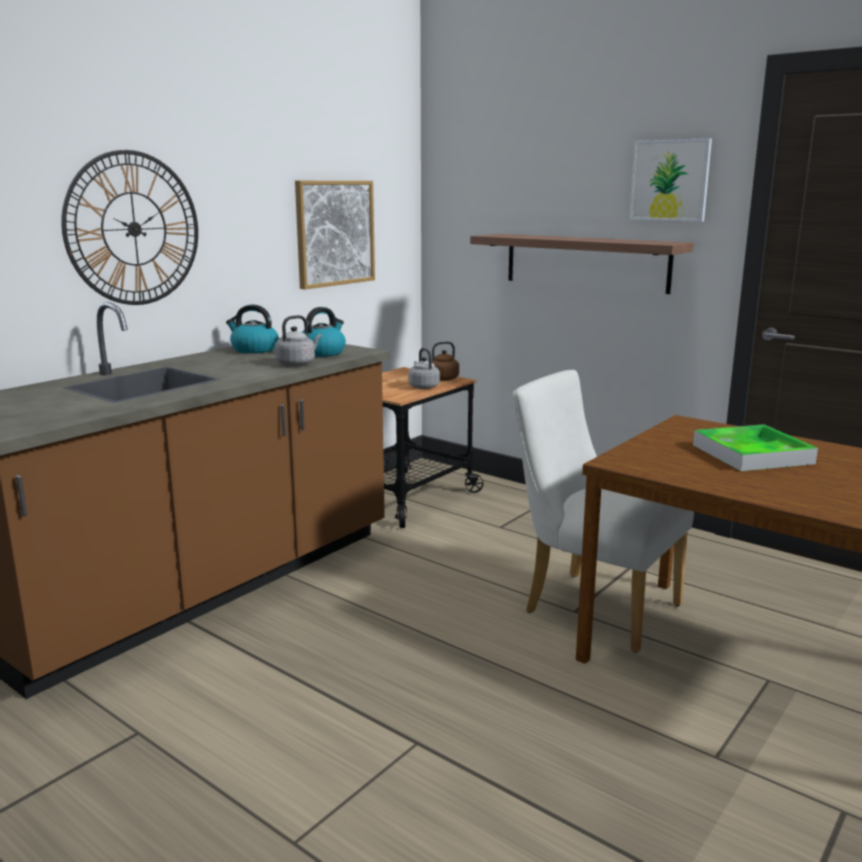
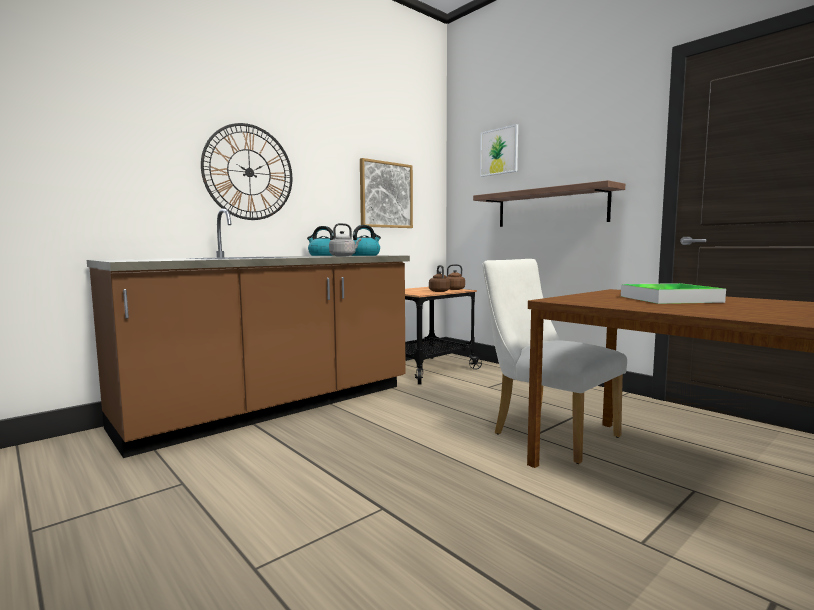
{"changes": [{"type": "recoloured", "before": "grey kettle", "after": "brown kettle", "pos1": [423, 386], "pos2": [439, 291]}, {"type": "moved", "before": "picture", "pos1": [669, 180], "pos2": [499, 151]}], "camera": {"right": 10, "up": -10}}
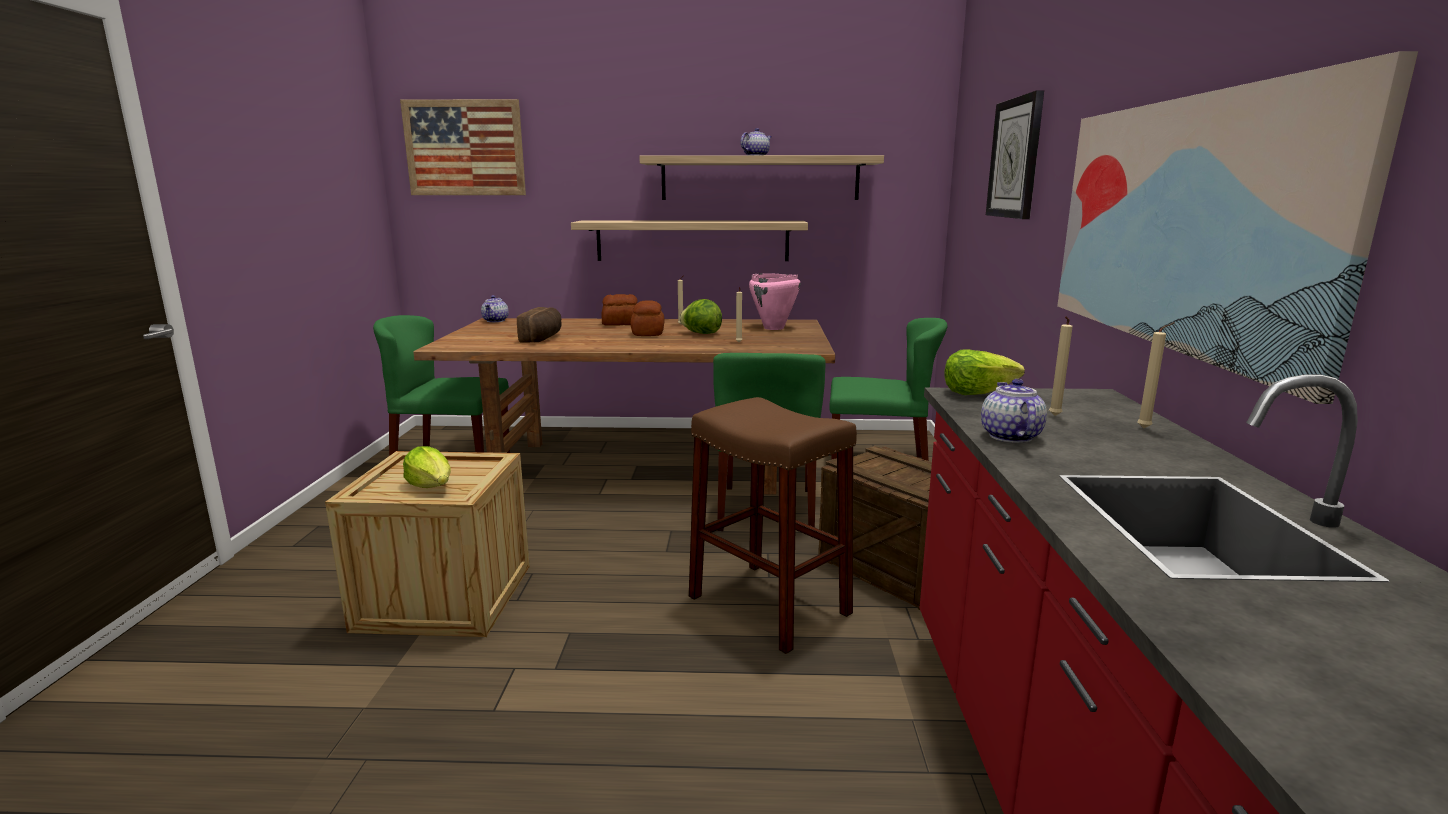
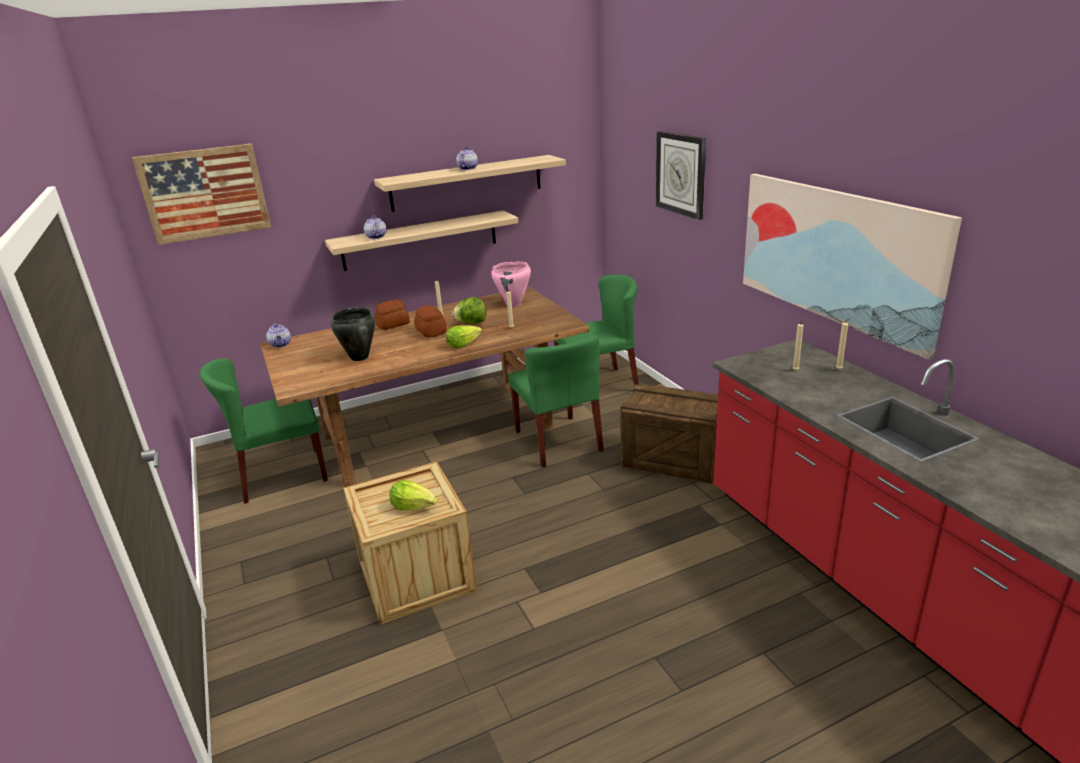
{"changes": [{"type": "replaced", "before": "bread", "after": "black cooking pot", "pos1": [543, 338], "pos2": [359, 357]}, {"type": "moved", "before": "teapot", "pos1": [1009, 436], "pos2": [376, 237]}, {"type": "moved", "before": "lettuce", "pos1": [977, 392], "pos2": [463, 344]}, {"type": "removed", "before": "brown stool", "pos1": [769, 605]}], "camera": {"right": -25, "up": 10}}
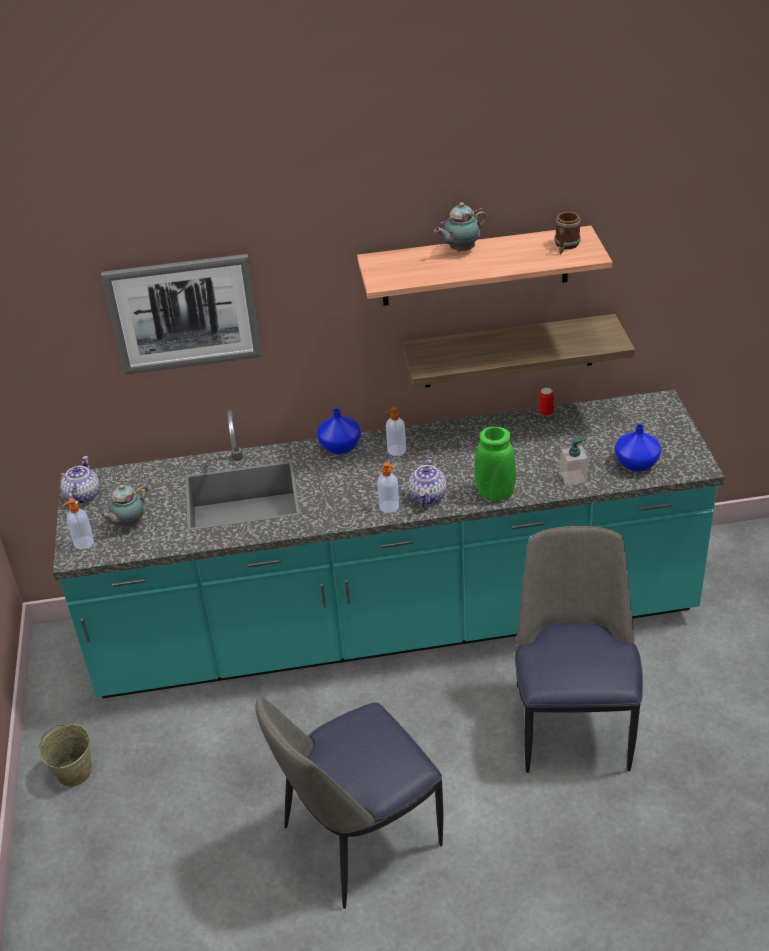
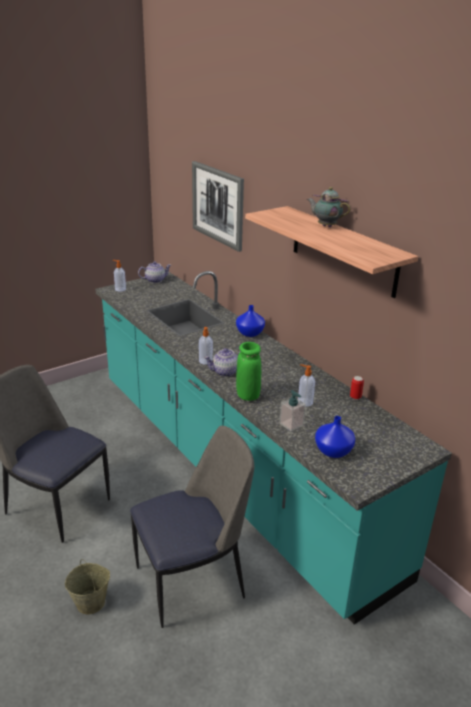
{"changes": [{"type": "moved", "before": "beige bucket", "pos1": [74, 771], "pos2": [91, 602]}, {"type": "moved", "before": "soap dispenser", "pos1": [396, 450], "pos2": [304, 402]}, {"type": "removed", "before": "teapot", "pos1": [129, 524]}, {"type": "removed", "before": "shelf", "pos1": [509, 351]}, {"type": "removed", "before": "mug", "pos1": [565, 246]}], "camera": {"right": 60, "up": -10}}
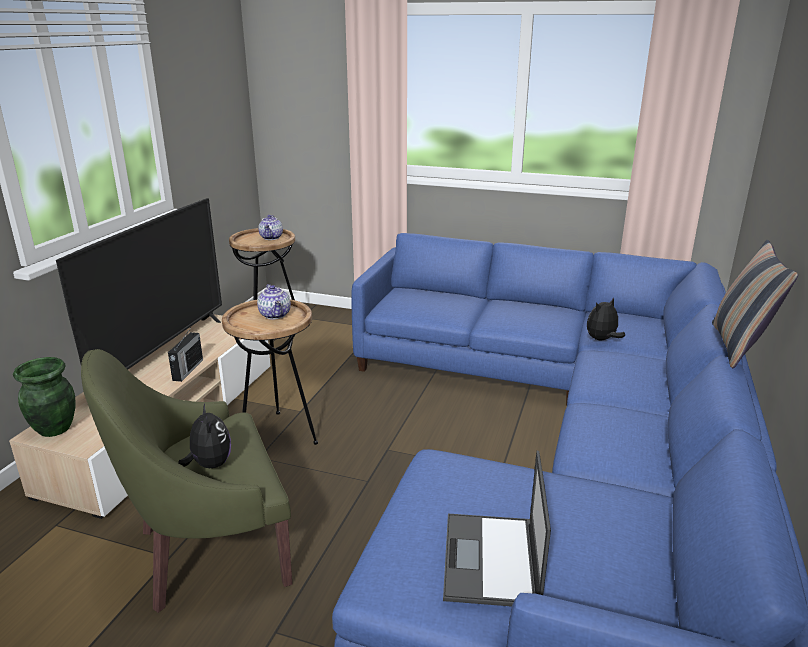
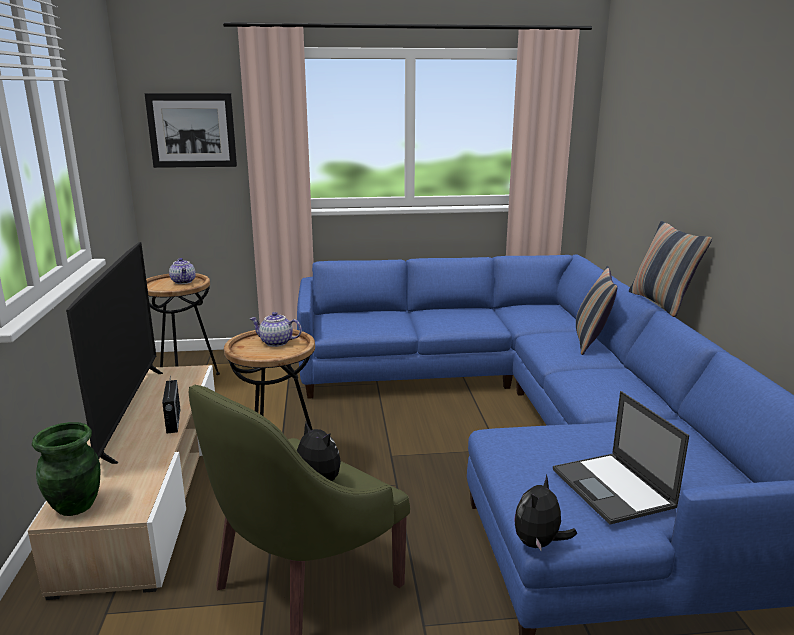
{"changes": [{"type": "added", "after": "picture", "pos2": [192, 130]}, {"type": "turned", "before": "teapot", "pos1": [276, 315], "pos2": [276, 343], "turn": 150}, {"type": "moved", "before": "plush toy", "pos1": [602, 340], "pos2": [539, 544]}, {"type": "added", "after": "pillow", "pos2": [590, 341]}], "camera": {"right": -25, "up": -5}}
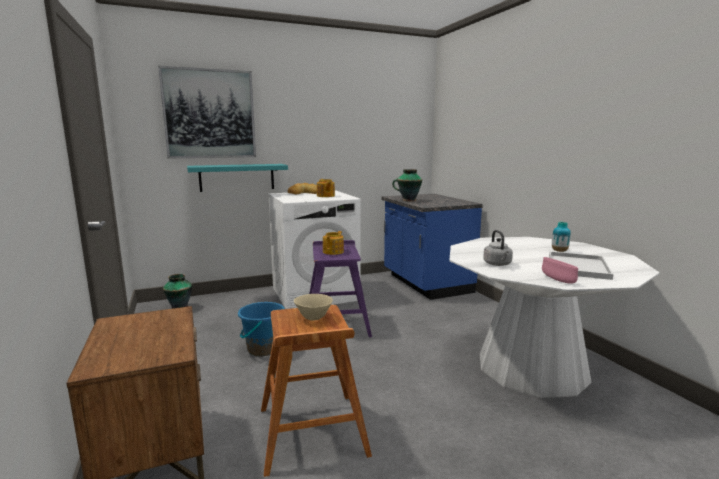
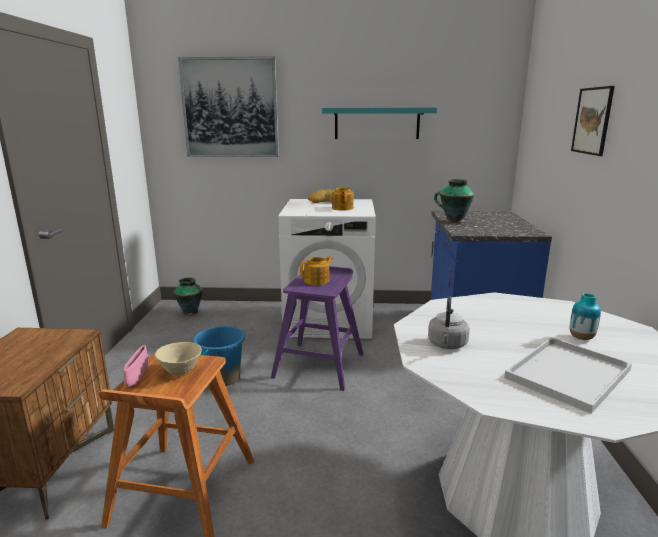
{"changes": [{"type": "moved", "before": "pink bowl", "pos1": [558, 280], "pos2": [138, 377]}, {"type": "moved", "before": "turquoise shelf", "pos1": [237, 177], "pos2": [377, 123]}, {"type": "added", "after": "picture", "pos2": [592, 121]}], "camera": {"right": 25, "up": 5}}
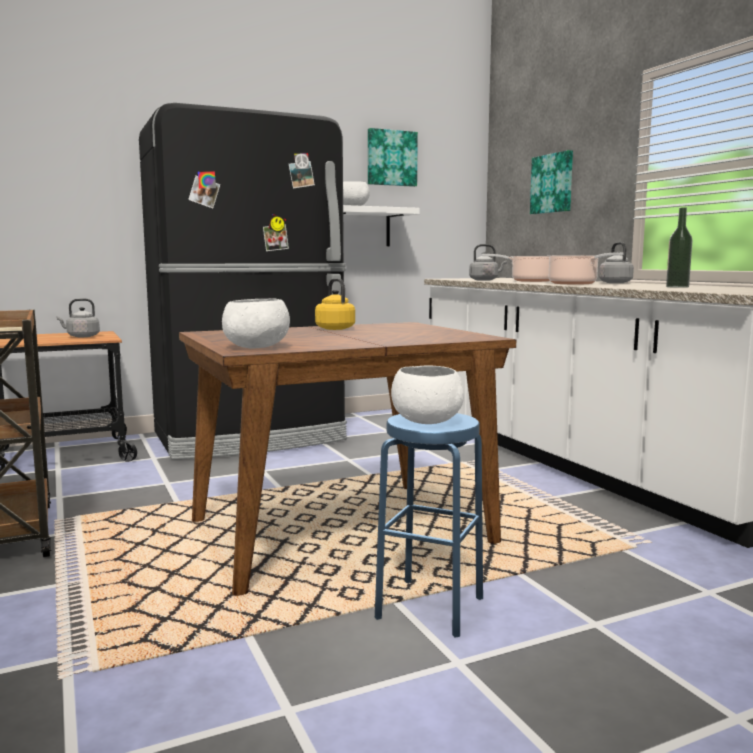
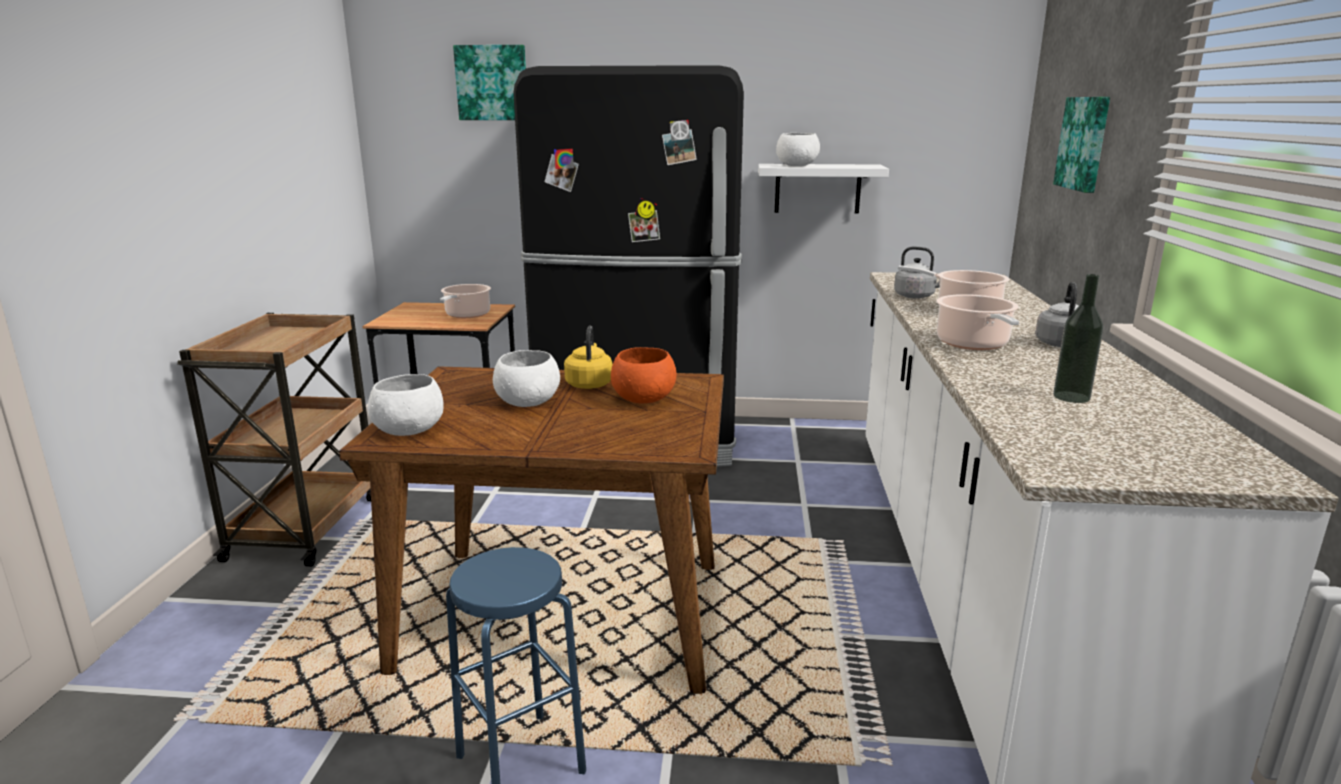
{"changes": [{"type": "replaced", "before": "grey kettle", "after": "cooking pot", "pos1": [81, 336], "pos2": [466, 315]}, {"type": "moved", "before": "picture", "pos1": [391, 158], "pos2": [492, 83]}, {"type": "moved", "before": "white bowl", "pos1": [426, 421], "pos2": [527, 403]}, {"type": "added", "after": "orange bowl", "pos2": [642, 399]}], "camera": {"right": 30, "up": 10}}
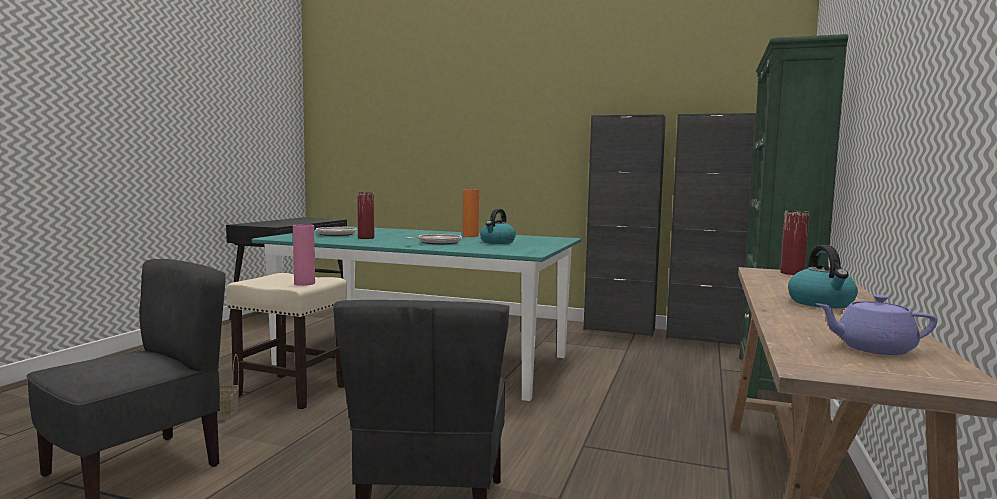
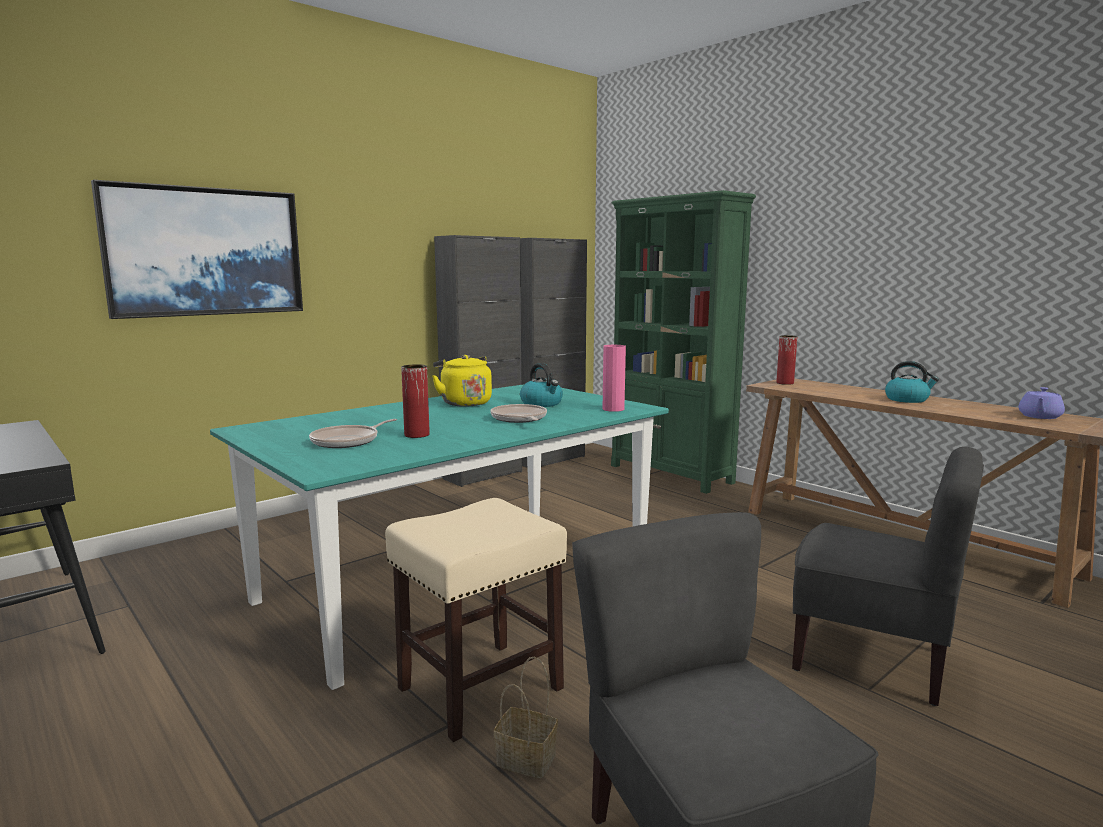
{"changes": [{"type": "added", "after": "picture", "pos2": [205, 252]}, {"type": "replaced", "before": "orange vase", "after": "yellow kettle", "pos1": [470, 236], "pos2": [464, 403]}, {"type": "moved", "before": "pink vase", "pos1": [304, 283], "pos2": [613, 409]}], "camera": {"right": -60, "up": 5}}
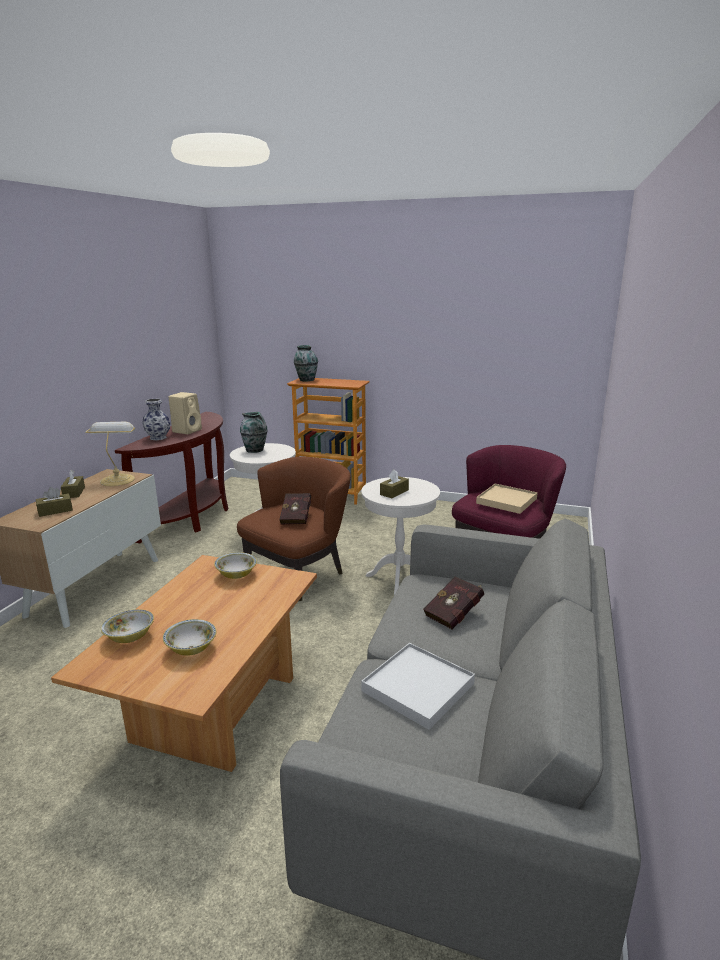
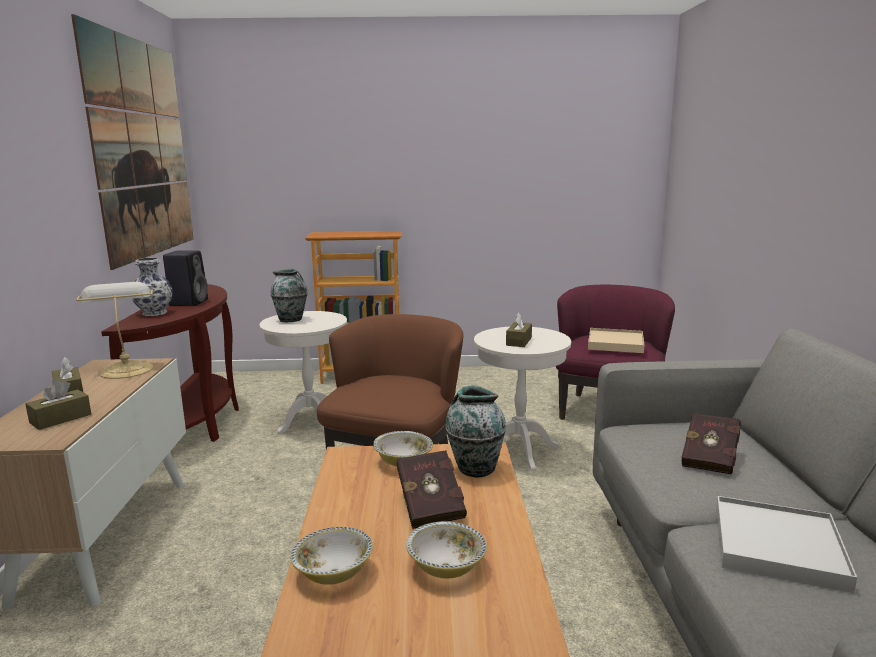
{"changes": [{"type": "added", "after": "picture", "pos2": [142, 149]}, {"type": "recoloured", "before": "beige speaker", "after": "black speaker", "pos1": [187, 430], "pos2": [189, 302]}, {"type": "moved", "before": "red book", "pos1": [297, 517], "pos2": [430, 505]}, {"type": "moved", "before": "vase", "pos1": [306, 380], "pos2": [475, 468]}], "camera": {"right": -20, "up": -5}}
